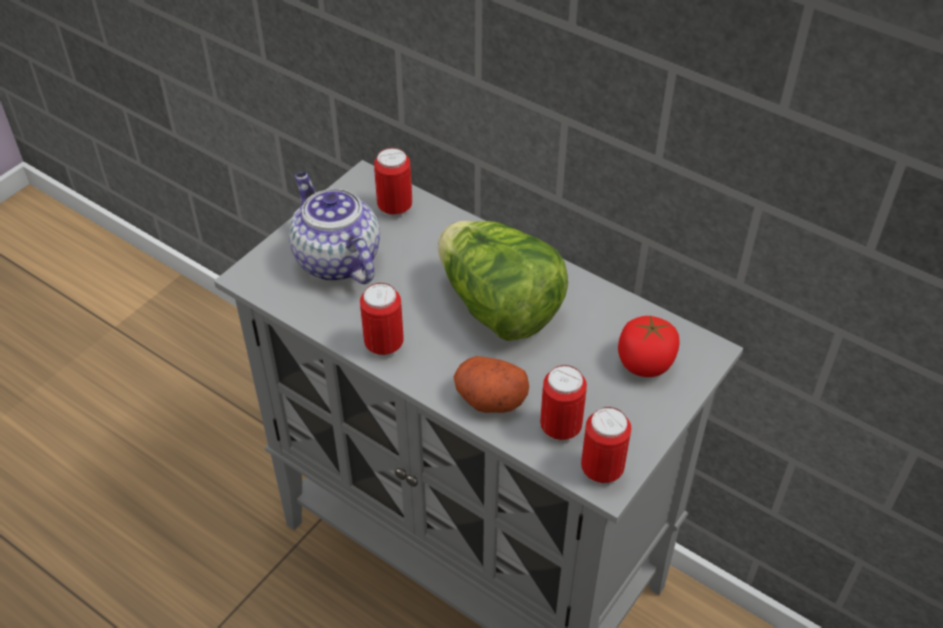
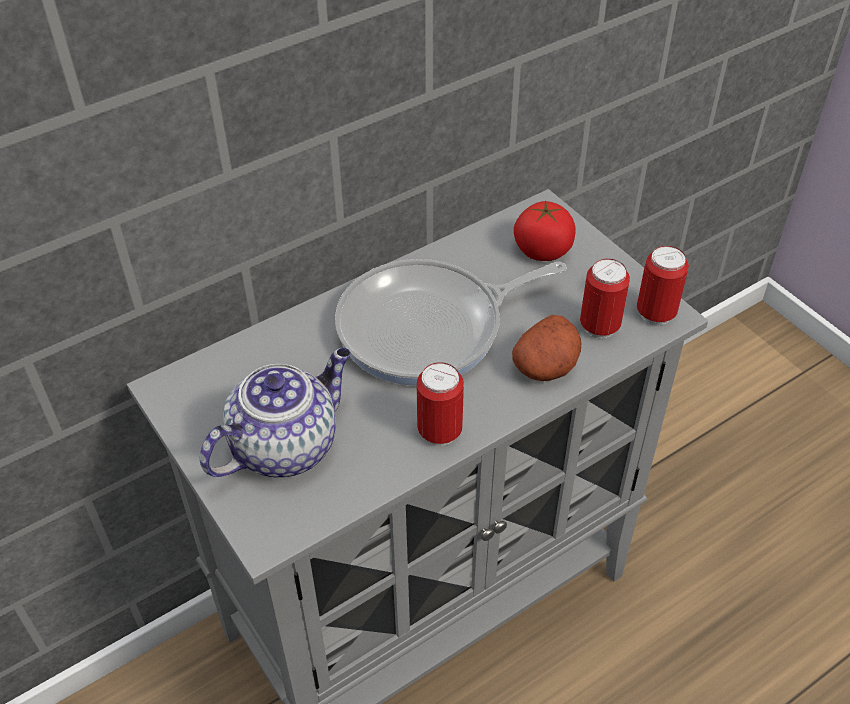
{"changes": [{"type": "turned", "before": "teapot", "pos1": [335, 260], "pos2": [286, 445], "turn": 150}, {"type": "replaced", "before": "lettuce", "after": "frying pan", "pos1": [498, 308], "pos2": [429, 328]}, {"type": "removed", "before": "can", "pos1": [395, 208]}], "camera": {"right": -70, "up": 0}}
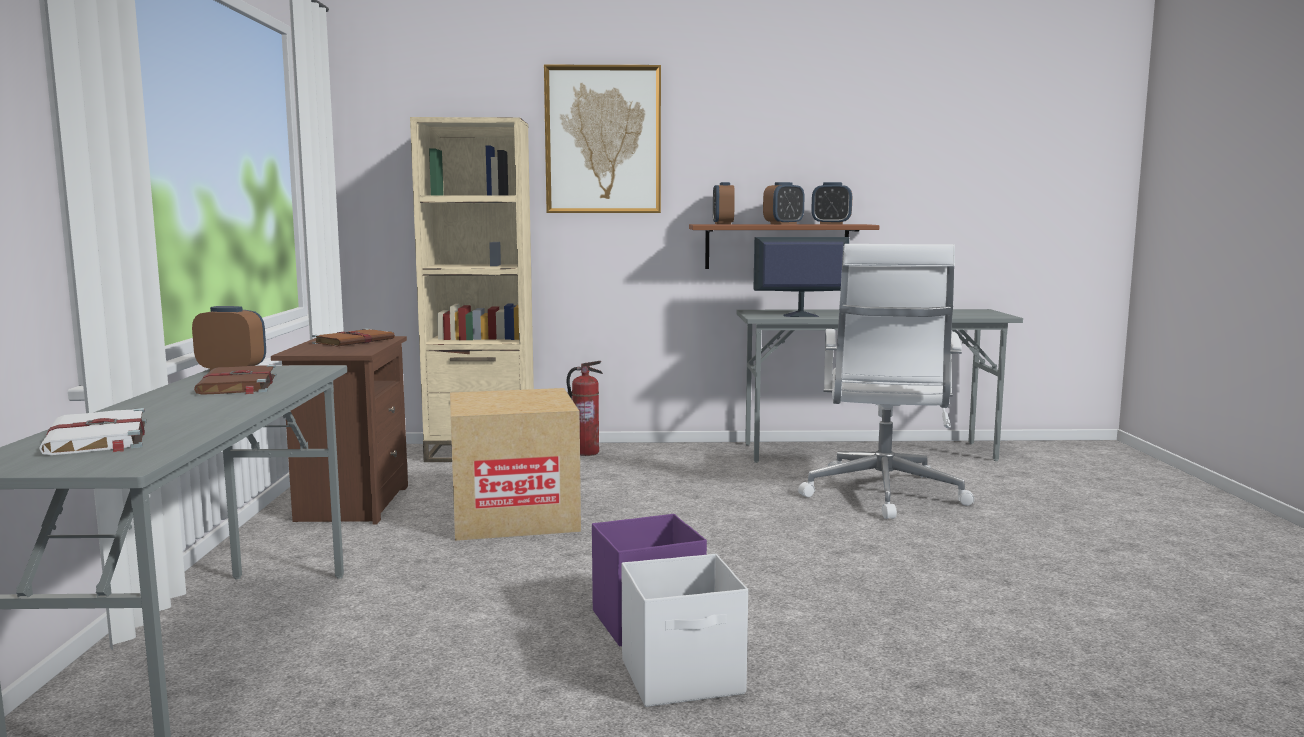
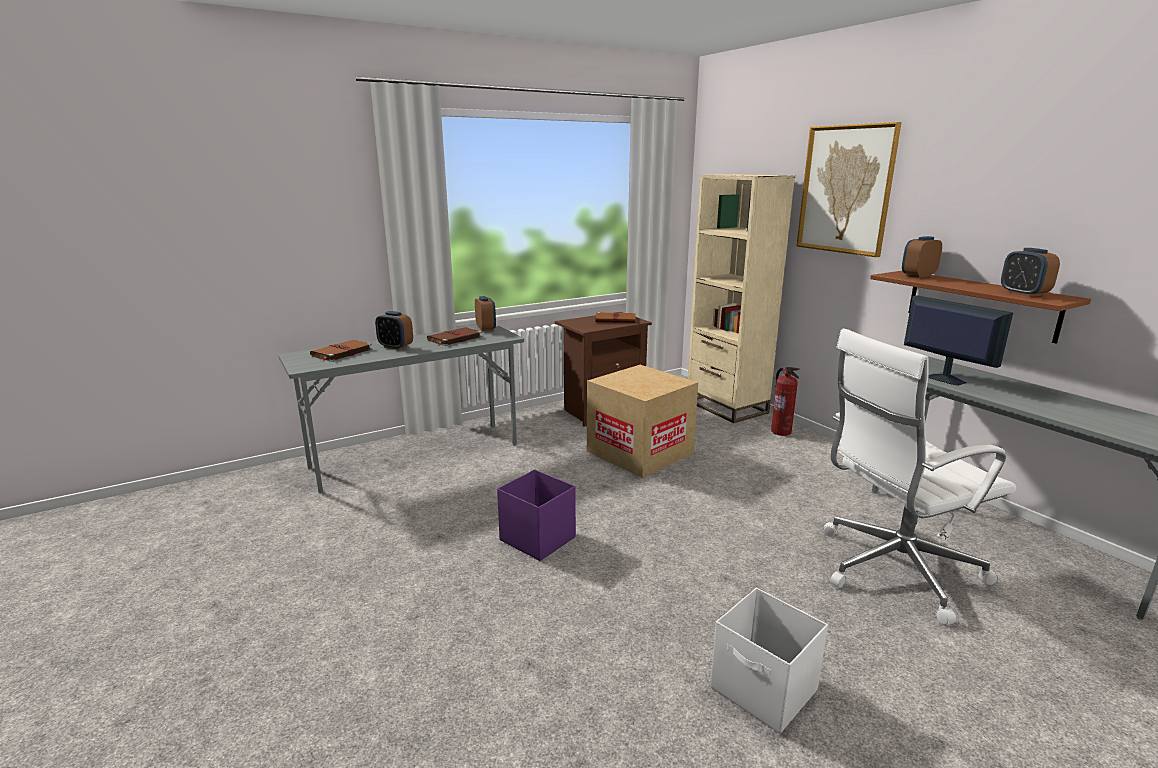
{"changes": [{"type": "recoloured", "before": "white book", "after": "brown book", "pos1": [97, 438], "pos2": [341, 353]}, {"type": "moved", "before": "alarm clock", "pos1": [783, 224], "pos2": [395, 347]}, {"type": "moved", "before": "white storage box", "pos1": [684, 677], "pos2": [764, 690]}], "camera": {"right": 60, "up": 10}}
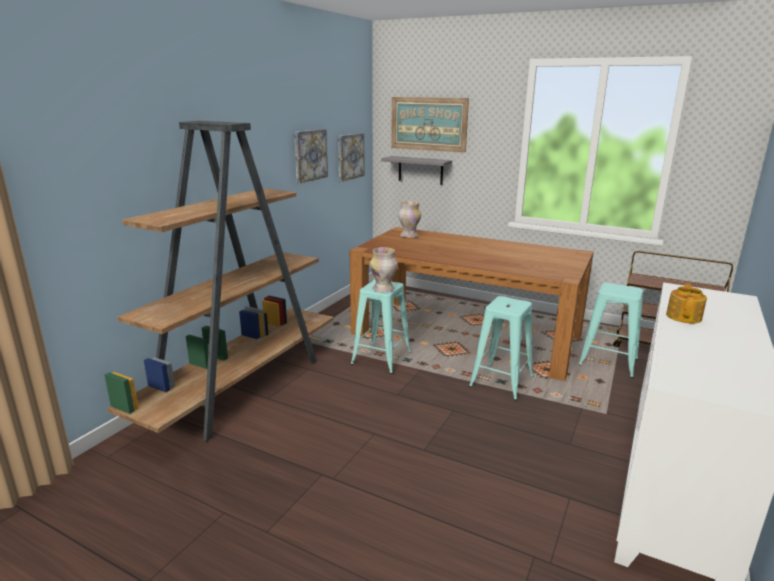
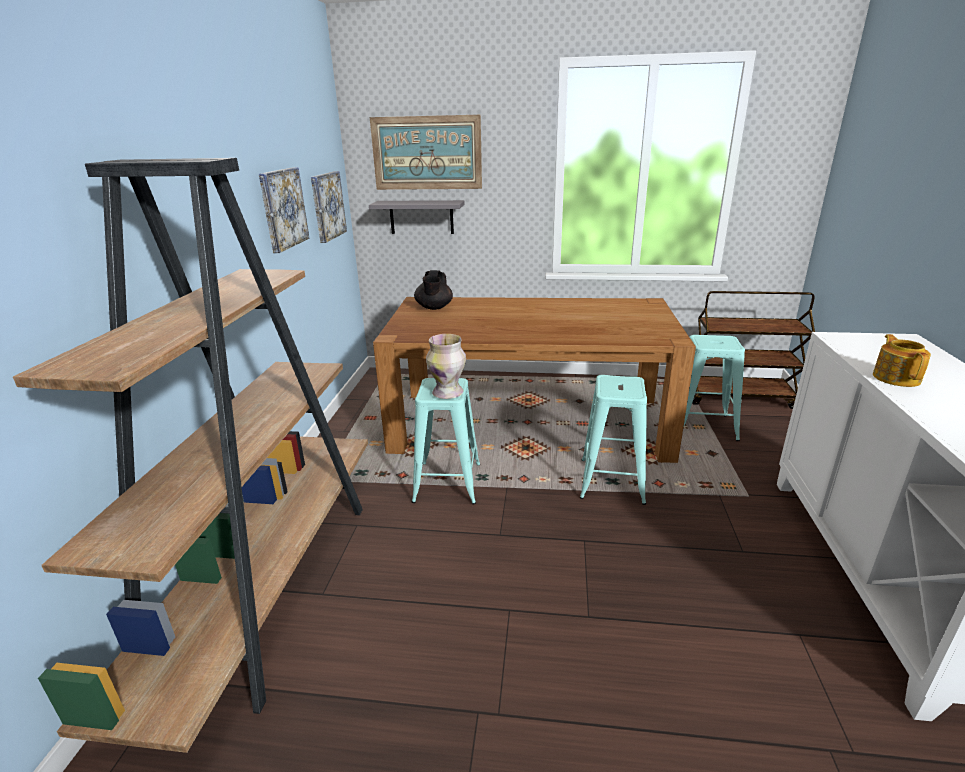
{"changes": [{"type": "replaced", "before": "vase", "after": "black teapot", "pos1": [408, 235], "pos2": [434, 308]}], "camera": {"right": -20, "up": 5}}
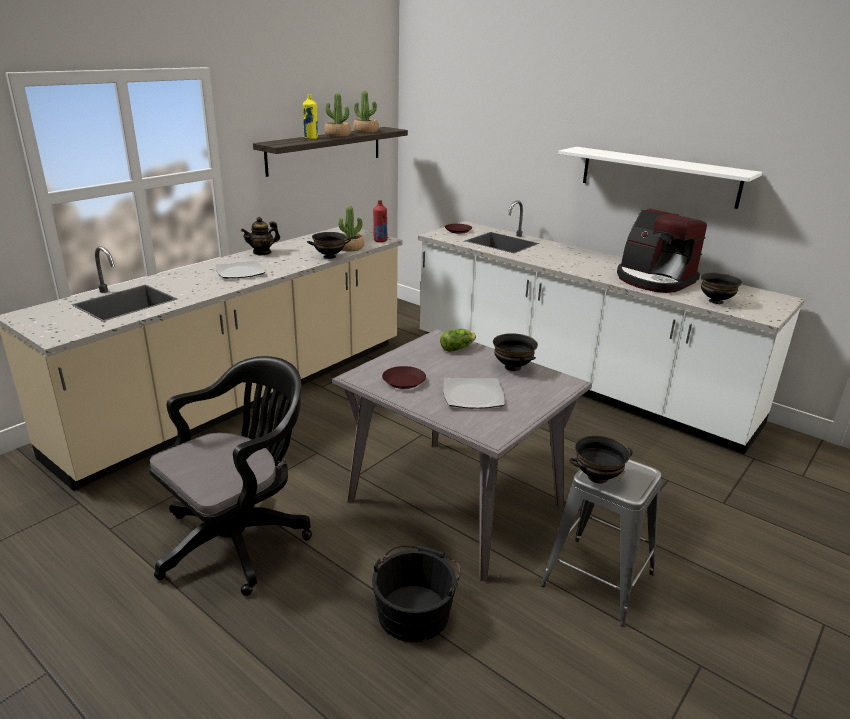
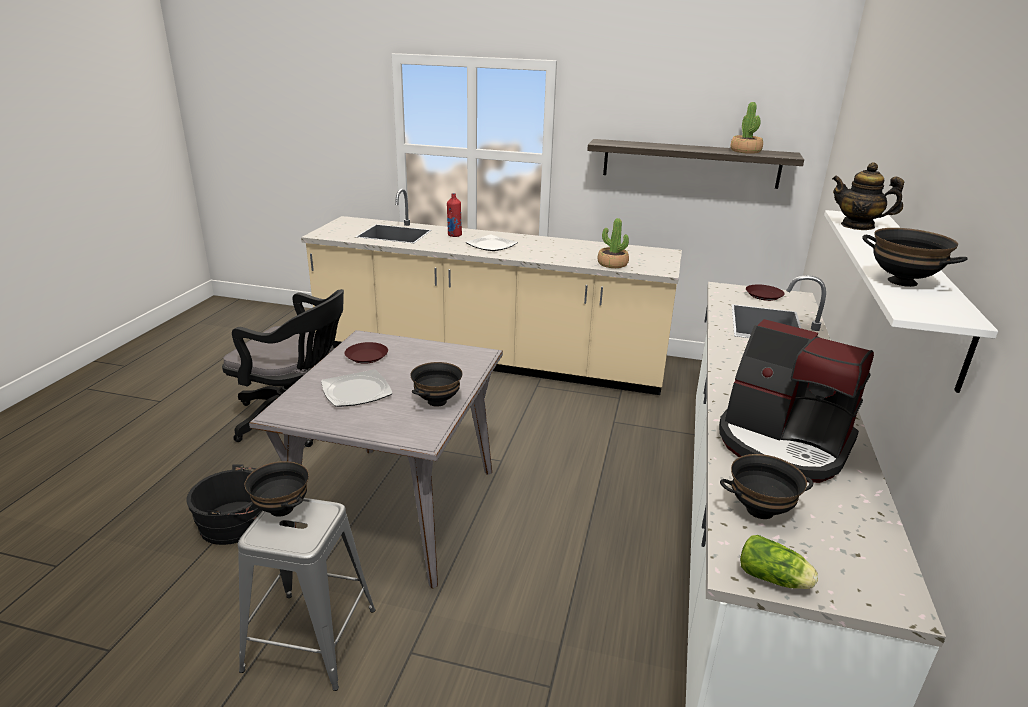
{"changes": [{"type": "moved", "before": "red bottle", "pos1": [380, 240], "pos2": [454, 235]}, {"type": "turned", "before": "coffee machine", "pos1": [654, 280], "pos2": [783, 444], "turn": -75}, {"type": "moved", "before": "lettuce", "pos1": [458, 348], "pos2": [775, 579]}, {"type": "moved", "before": "teapot", "pos1": [262, 252], "pos2": [857, 226]}, {"type": "moved", "before": "black bowl", "pos1": [329, 256], "pos2": [903, 281]}, {"type": "removed", "before": "yellow bottle", "pos1": [311, 138]}, {"type": "removed", "before": "potted plant", "pos1": [337, 135]}], "camera": {"right": 65, "up": 0}}
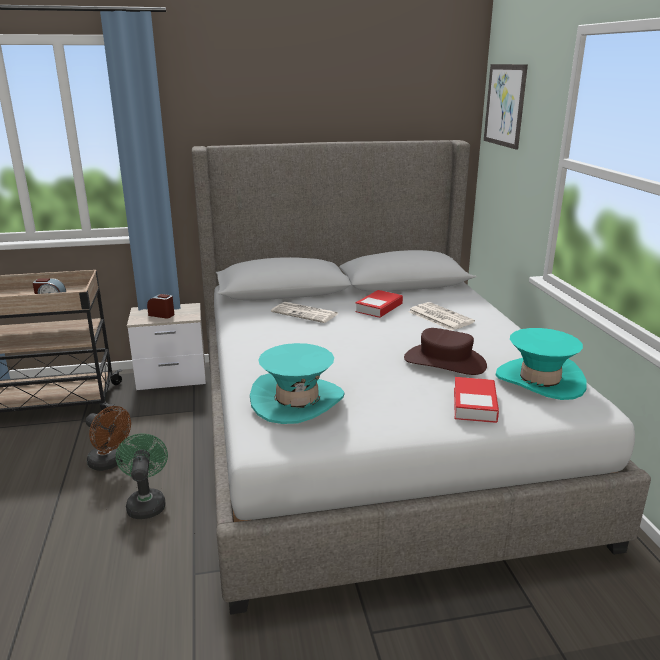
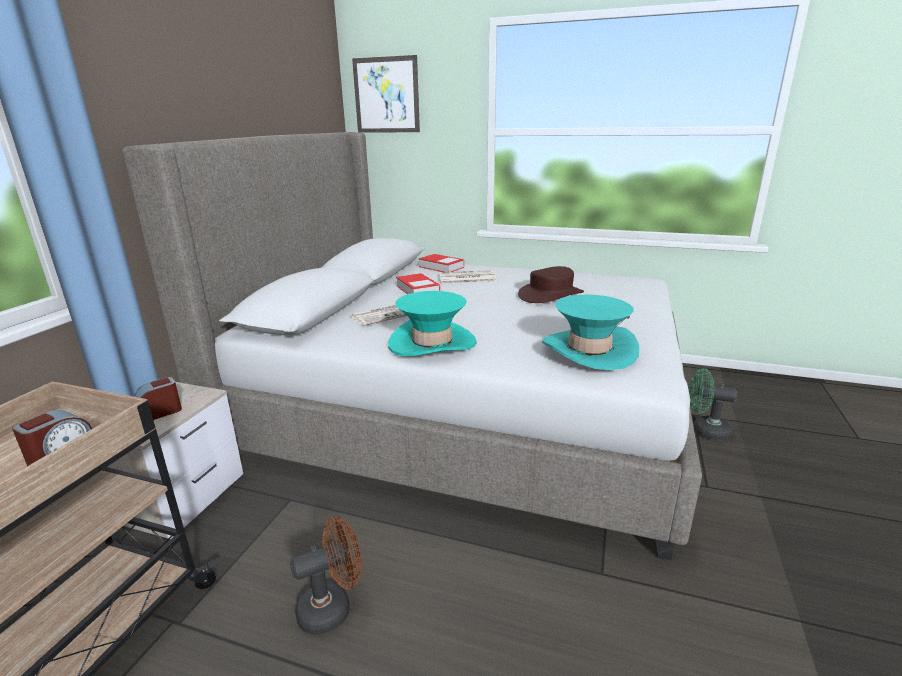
{"changes": [{"type": "moved", "before": "turquoise hat", "pos1": [540, 380], "pos2": [432, 343]}, {"type": "moved", "before": "book", "pos1": [474, 405], "pos2": [441, 267]}, {"type": "moved", "before": "green fan", "pos1": [146, 503], "pos2": [704, 430]}], "camera": {"right": -60, "up": 0}}
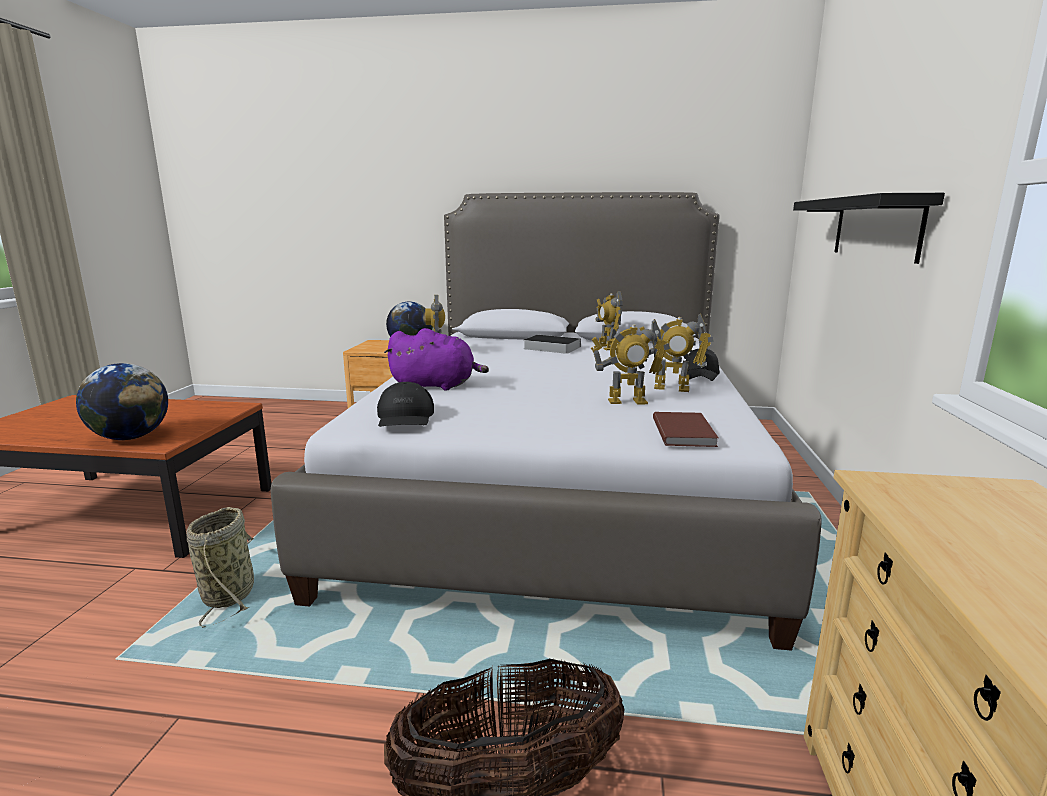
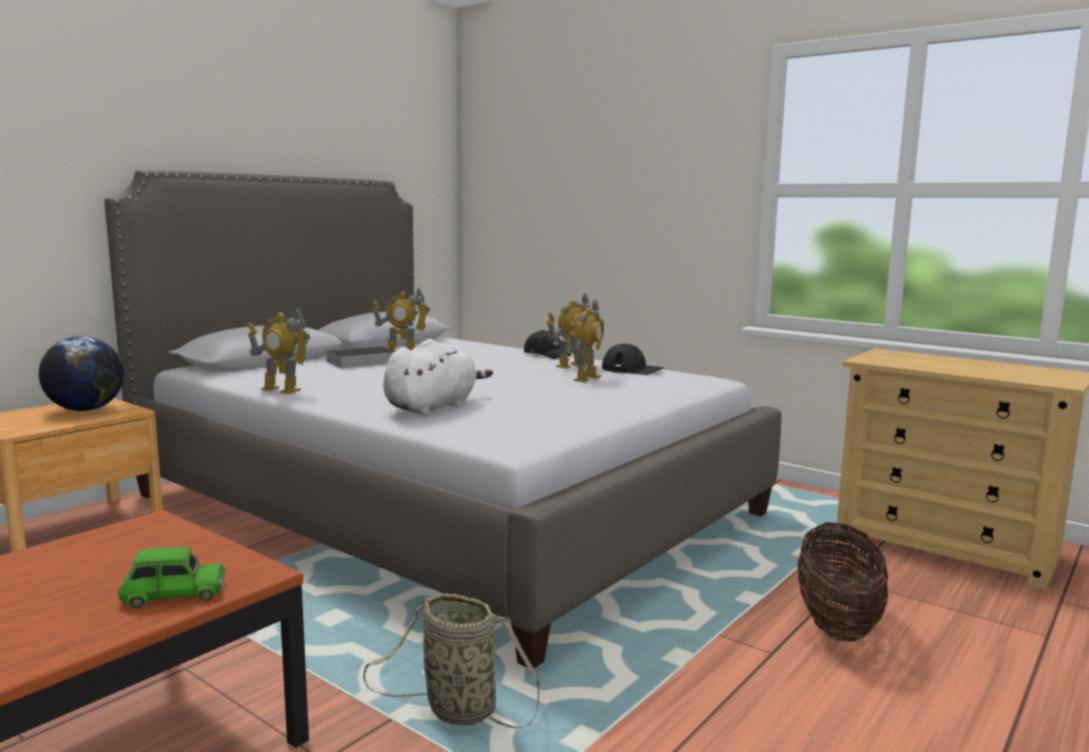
{"changes": [{"type": "replaced", "before": "globe", "after": "green toy car", "pos1": [131, 437], "pos2": [173, 593]}, {"type": "recoloured", "before": "purple plush toy", "after": "white plush toy", "pos1": [436, 386], "pos2": [433, 407]}, {"type": "moved", "before": "black cap", "pos1": [405, 417], "pos2": [632, 369]}, {"type": "removed", "before": "brown book", "pos1": [685, 432]}, {"type": "removed", "before": "black shelf", "pos1": [875, 227]}], "camera": {"right": -60, "up": -5}}
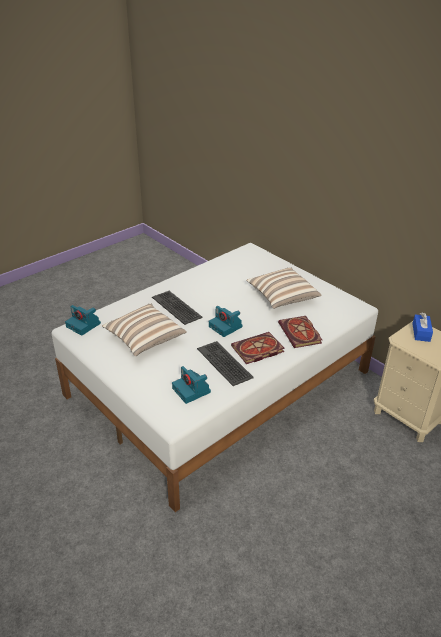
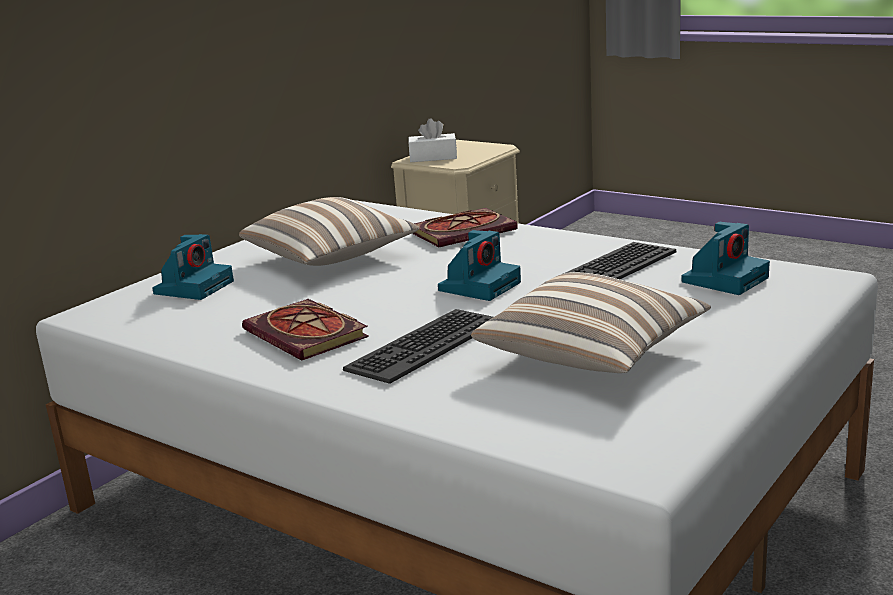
{"changes": [{"type": "moved", "before": "photo camera", "pos1": [84, 325], "pos2": [194, 287]}, {"type": "moved", "before": "book", "pos1": [257, 350], "pos2": [309, 334]}, {"type": "recoloured", "before": "blue tissue box", "after": "white tissue box", "pos1": [421, 332], "pos2": [433, 157]}], "camera": {"right": -100, "up": -15}}
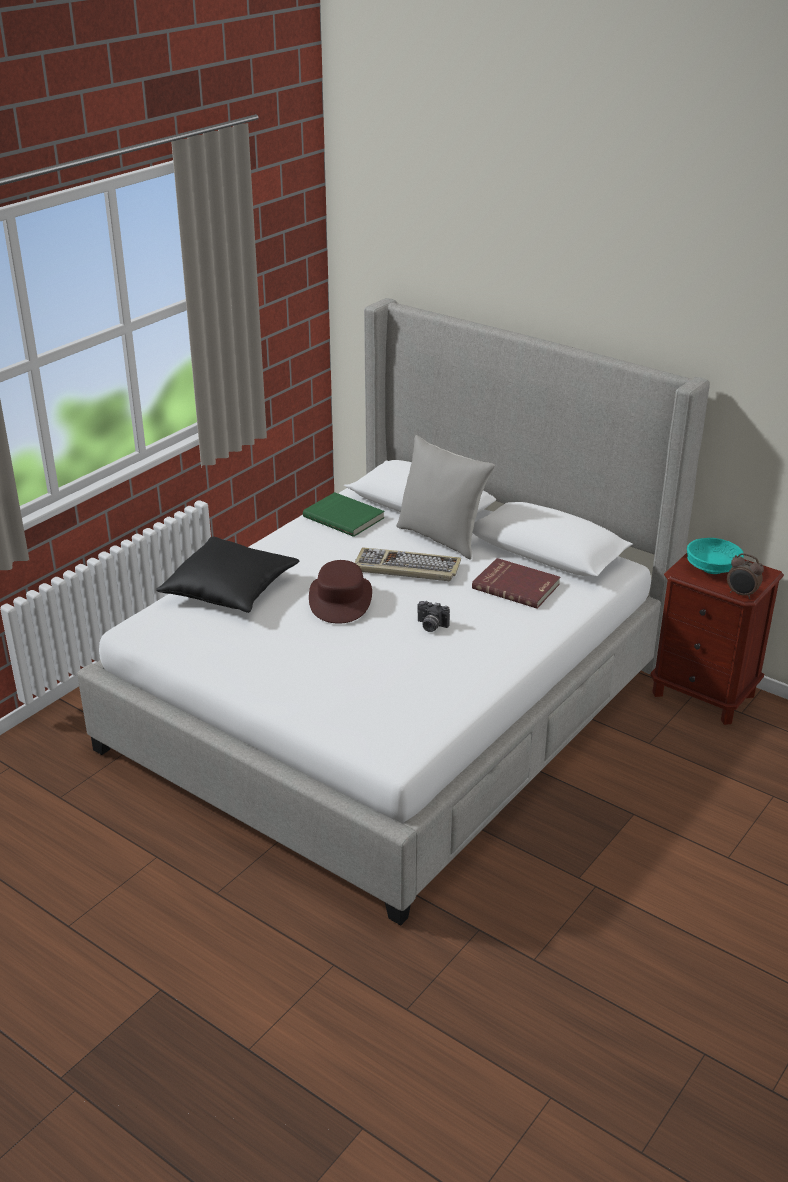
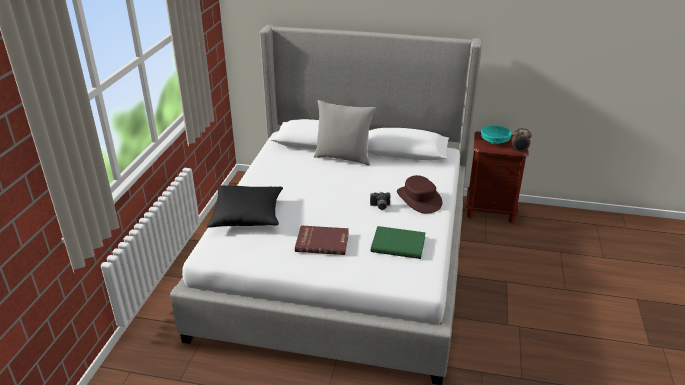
{"changes": [{"type": "moved", "before": "red book", "pos1": [516, 585], "pos2": [322, 241]}, {"type": "moved", "before": "green book", "pos1": [344, 517], "pos2": [398, 244]}, {"type": "moved", "before": "brown hat", "pos1": [340, 599], "pos2": [419, 199]}, {"type": "removed", "before": "keyboard", "pos1": [406, 568]}], "camera": {"right": -25, "up": 0}}
